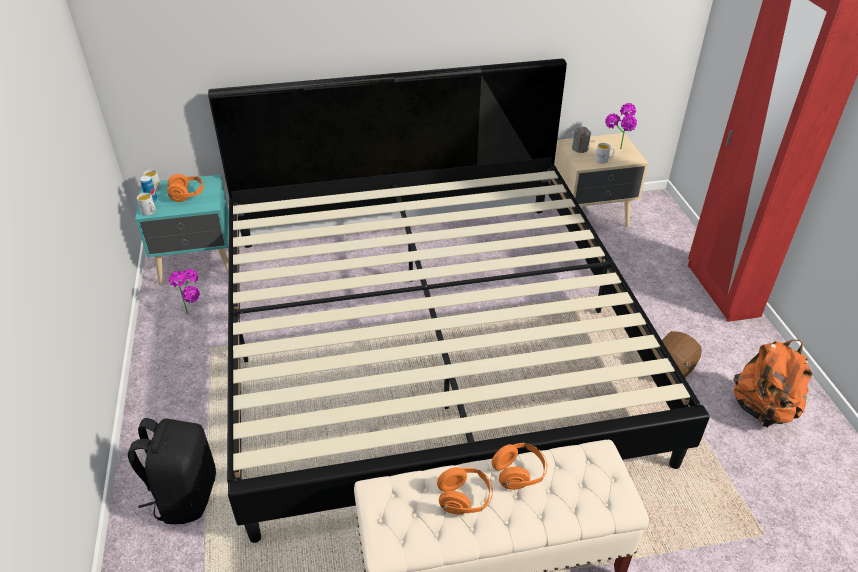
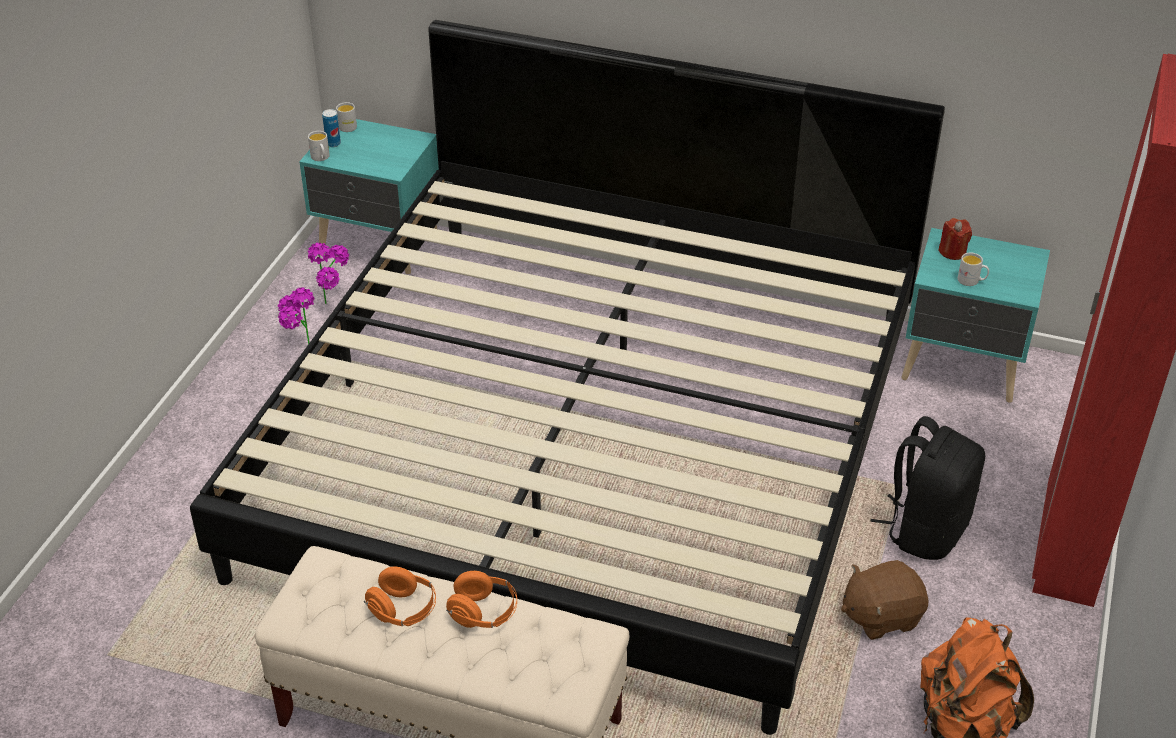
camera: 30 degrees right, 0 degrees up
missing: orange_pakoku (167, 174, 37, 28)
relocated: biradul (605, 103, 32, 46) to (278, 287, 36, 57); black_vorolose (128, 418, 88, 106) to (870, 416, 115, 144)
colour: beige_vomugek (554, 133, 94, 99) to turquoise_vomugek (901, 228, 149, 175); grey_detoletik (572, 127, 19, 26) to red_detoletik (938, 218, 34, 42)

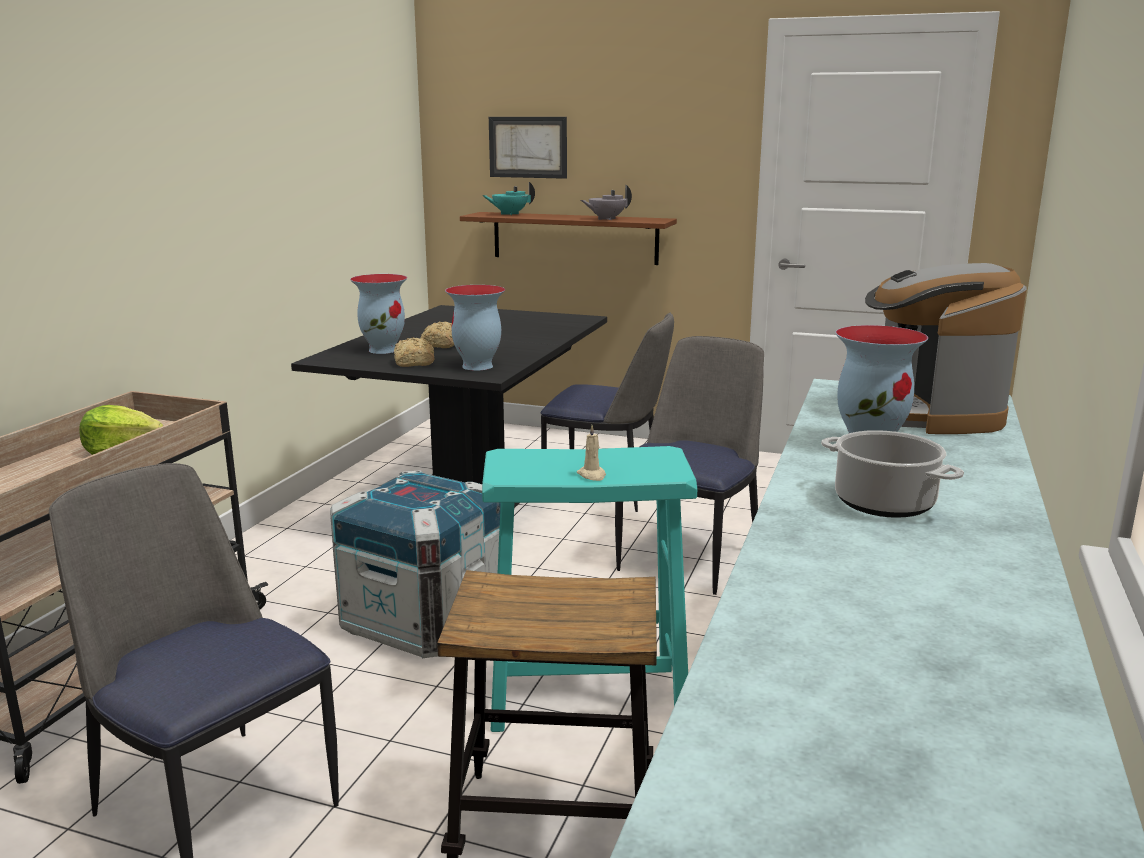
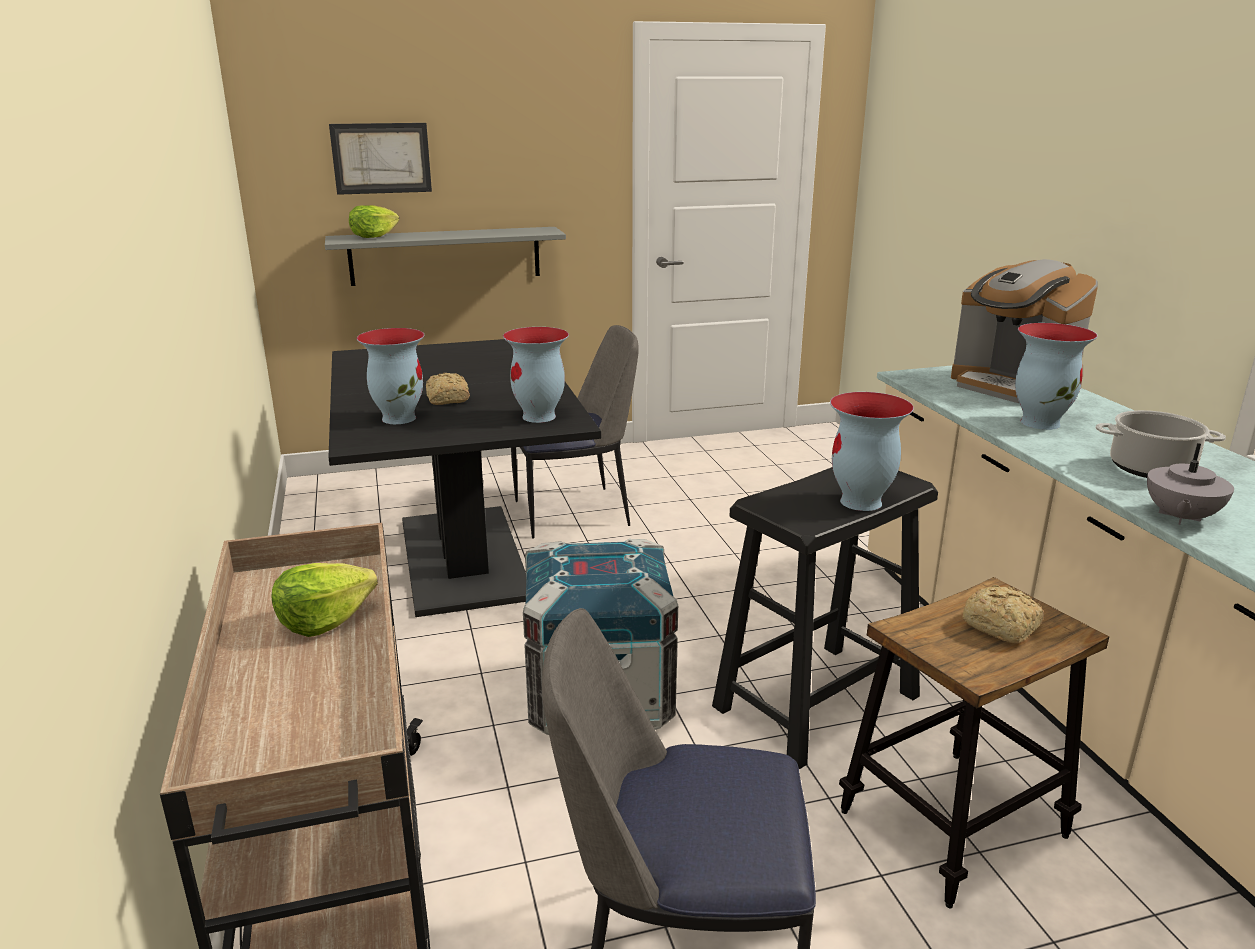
camera: 35 degrees left, 5 degrees up
missing: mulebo (615, 336, 149, 259)
relocated: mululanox (394, 337, 40, 30) to (962, 585, 82, 58); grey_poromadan (581, 185, 51, 35) to (1147, 443, 87, 82)
exchanged: turquoise_poromadan (482, 182, 53, 33) to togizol (349, 205, 50, 33); beige_detoletik (577, 425, 29, 56) to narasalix (830, 392, 84, 119)
colour: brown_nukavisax (460, 212, 217, 53) to grey_nukavisax (325, 227, 241, 59); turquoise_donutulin (482, 446, 215, 286) to black_donutulin (712, 467, 226, 302)

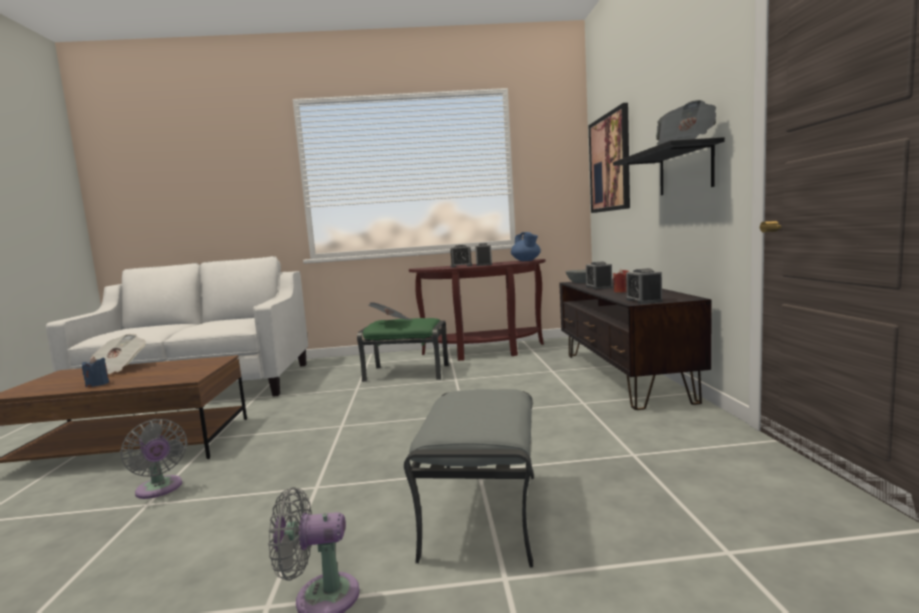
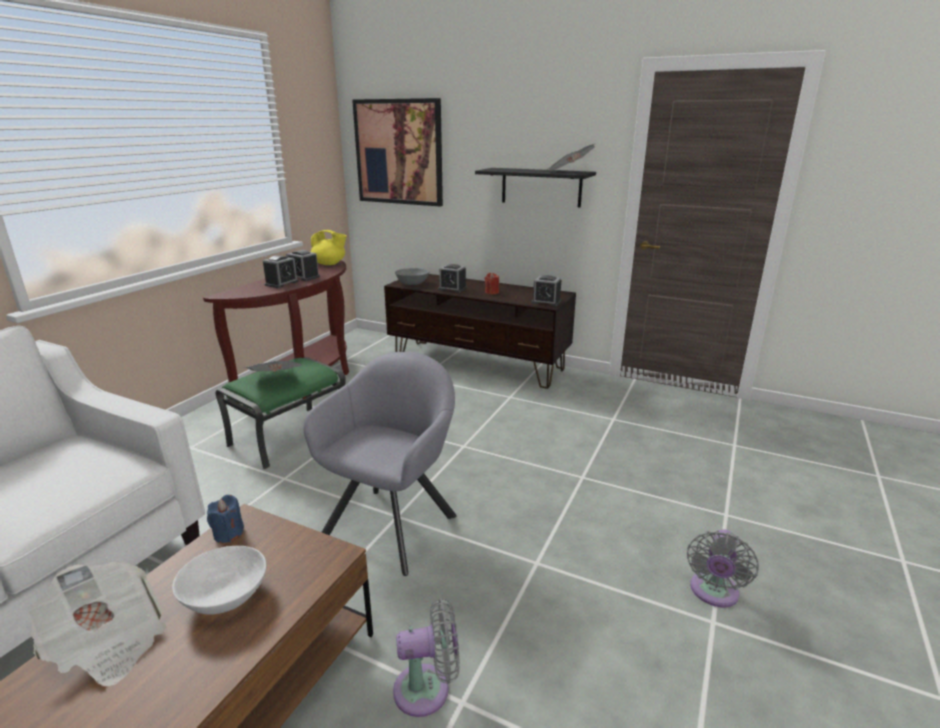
camera: 60 degrees left, 15 degrees up
missing: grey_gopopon (404, 389, 130, 179)
appeared: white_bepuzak (172, 546, 94, 69); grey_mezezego (303, 352, 153, 224)
relocated: blue_detoletik (82, 357, 27, 30) to (207, 495, 37, 48)
colour: blue_poromadan (511, 232, 30, 29) to yellow_poromadan (311, 230, 36, 35)

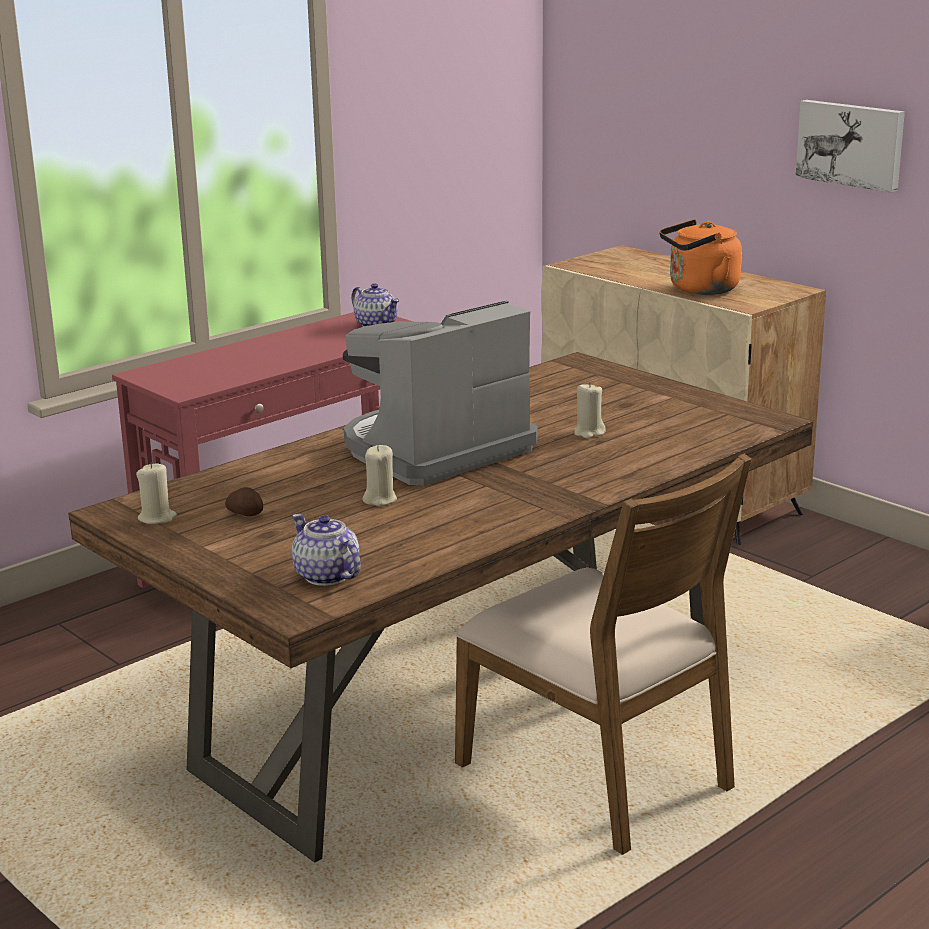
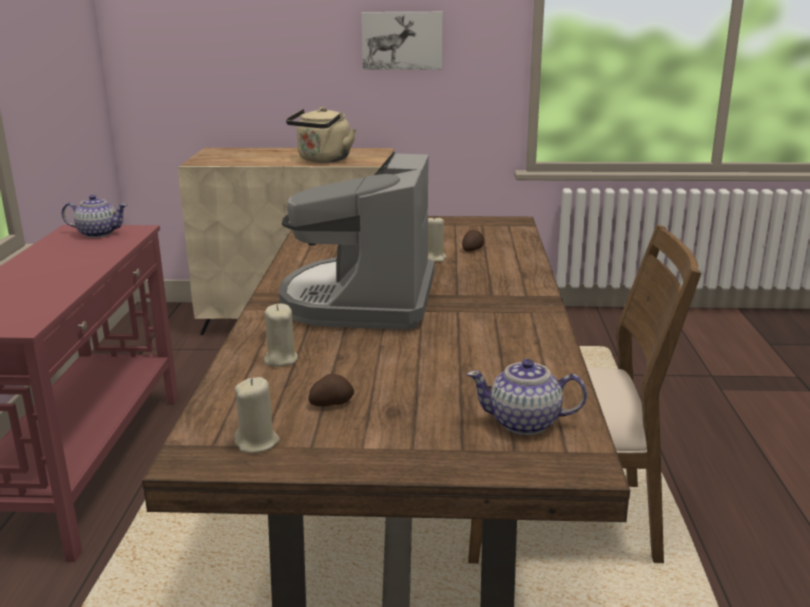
camera: 45 degrees left, 0 degrees up
appeared: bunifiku (462, 230, 22, 22)
relocated: beige_detoletik (362, 445, 35, 61) to (264, 304, 34, 63)
colour: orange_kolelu (659, 219, 83, 76) to beige_kolelu (286, 107, 70, 56)

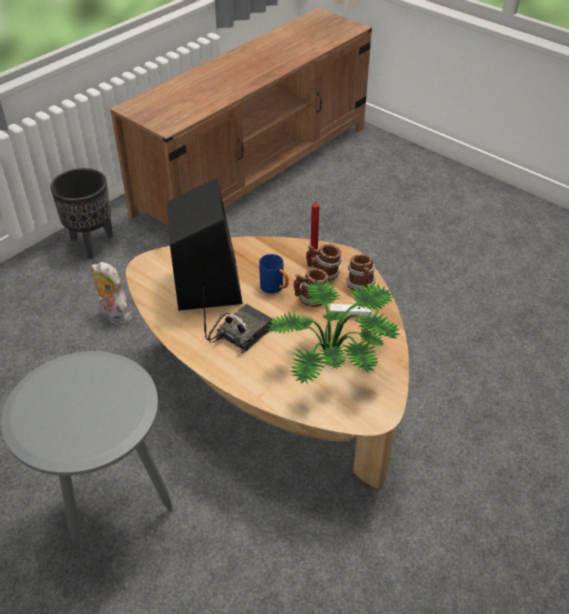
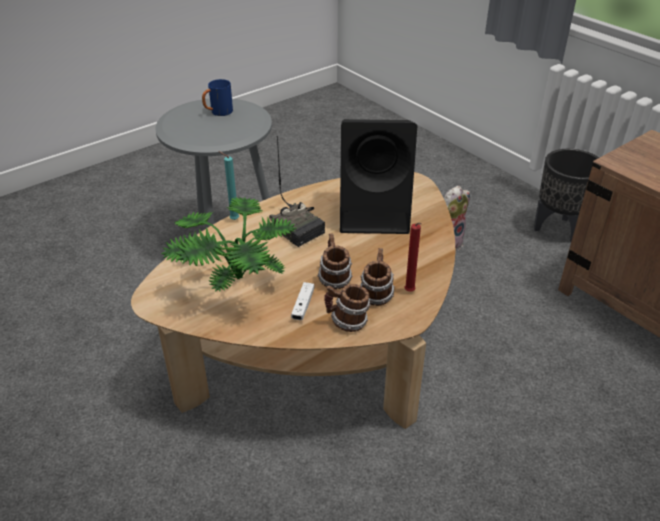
camera: 100 degrees right, 5 degrees down
appeared: turquoise_detoletik (218, 151, 21, 69)
relocated: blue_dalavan (259, 254, 30, 40) to (202, 79, 31, 37)

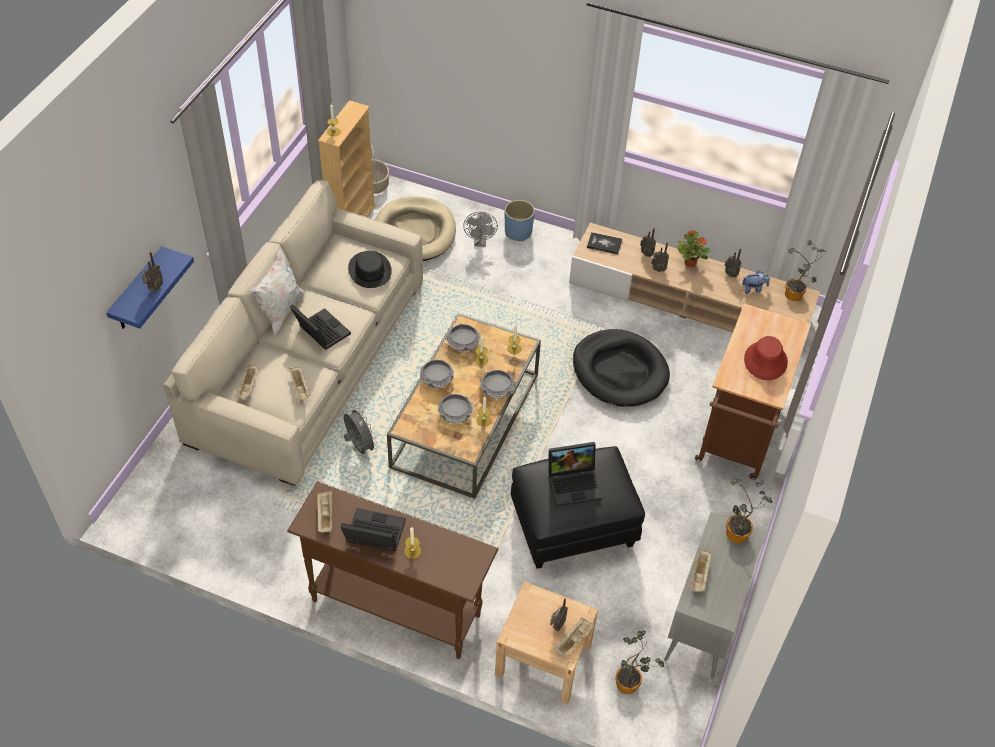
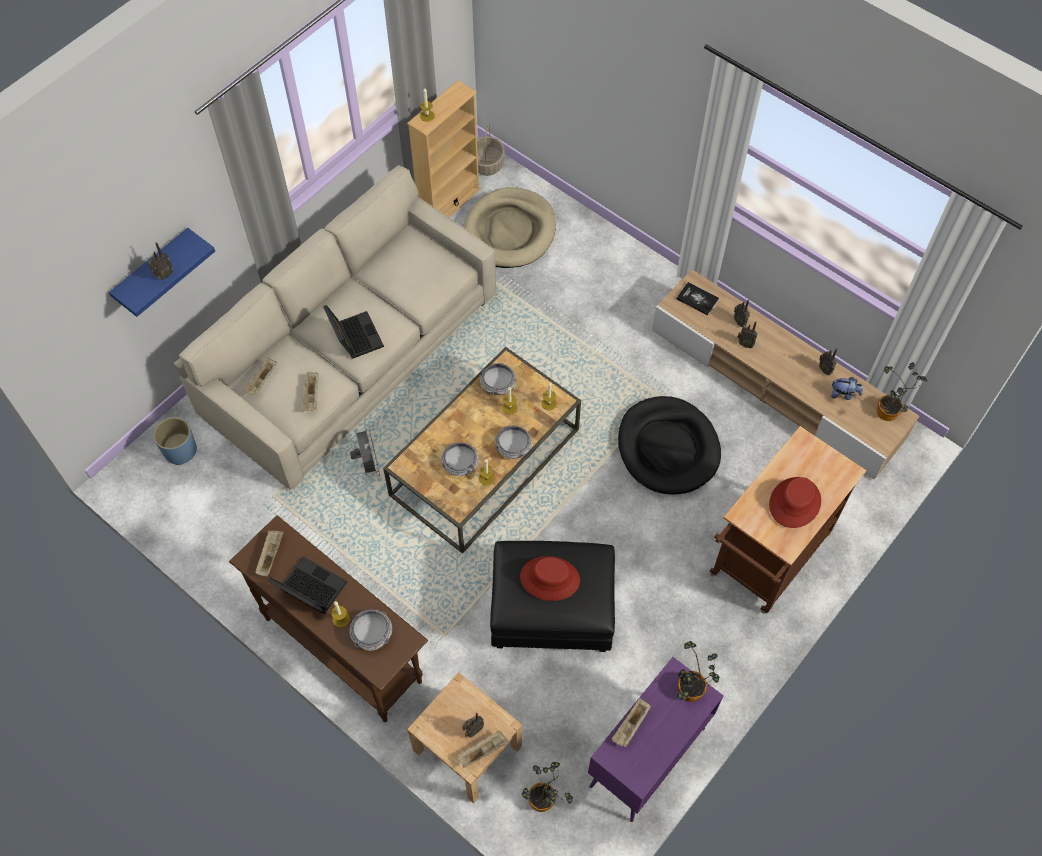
camera: 20 degrees right, 10 degrees up
missing: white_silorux (250, 247, 55, 89); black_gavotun (348, 251, 44, 37); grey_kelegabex (463, 212, 35, 35); biradul (677, 230, 34, 37)
relocated: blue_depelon (505, 200, 30, 41) to (153, 417, 44, 48); bepuzak (420, 360, 34, 28) to (350, 610, 42, 41)
exchanged: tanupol (548, 442, 54, 65) to red_gavotun (520, 556, 60, 45)
colour: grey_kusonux (664, 512, 102, 167) to purple_kusonux (588, 657, 135, 165)

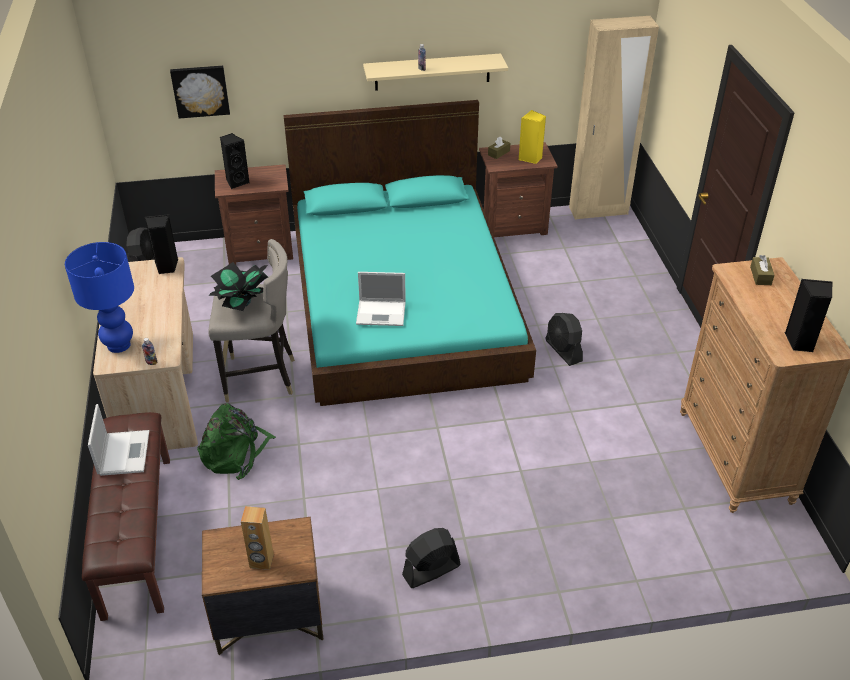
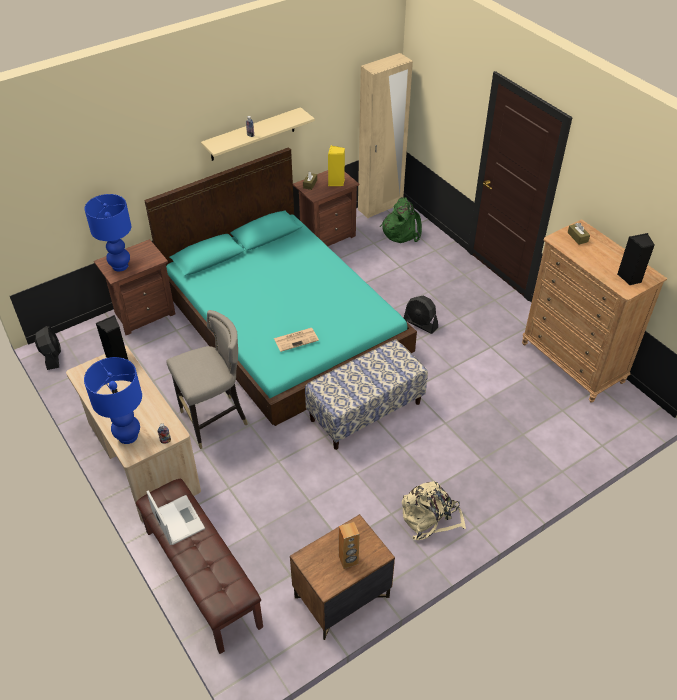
camera: 25 degrees left, 5 degrees up
missing: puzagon (170, 66, 60, 53); biradul (208, 262, 60, 49)
appeared: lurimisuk (305, 339, 123, 111)
relocated: green_vorolose (197, 403, 79, 77) to (380, 197, 42, 46)
exchanged: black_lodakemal (220, 133, 30, 56) to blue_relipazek (84, 194, 47, 77); tanupol (356, 272, 50, 54) to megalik (274, 328, 45, 24); black_kelegabex (402, 528, 59, 60) to beige_vorolose (402, 481, 64, 59)

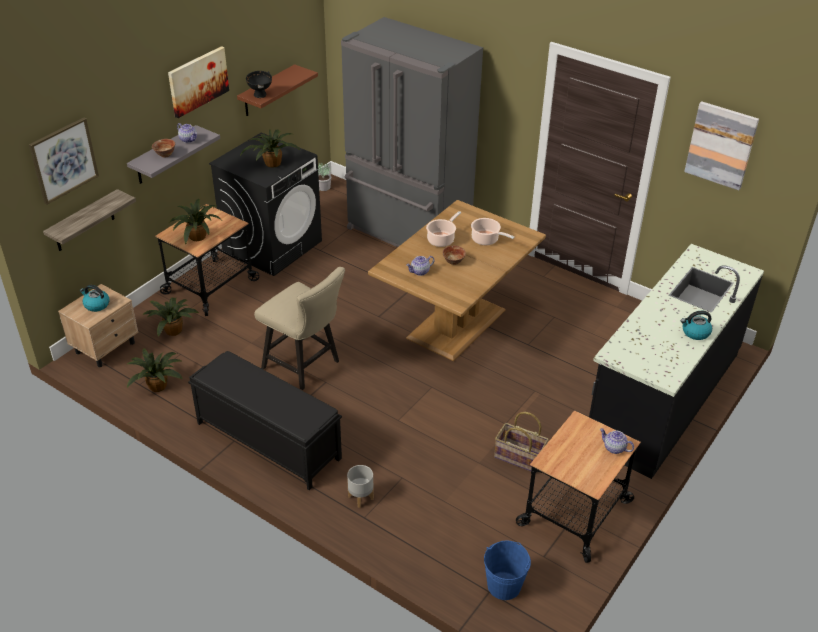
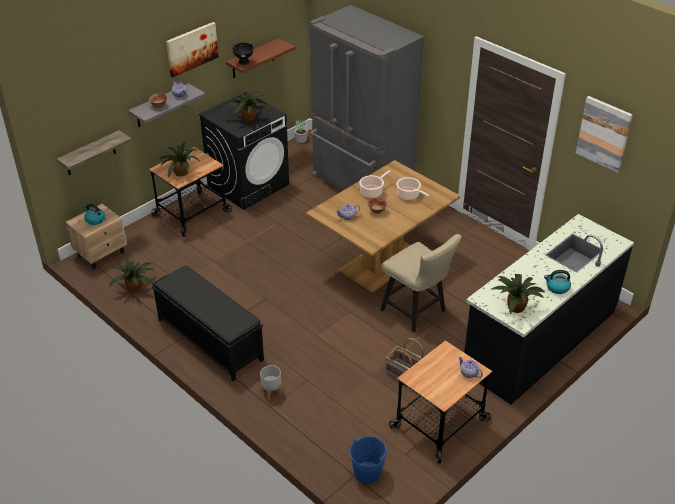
camera: 10 degrees right, 0 degrees up
missing: puzagon (29, 117, 70, 88)
relocated: beige_mulebo (254, 267, 91, 123) to (380, 234, 82, 98); biradul (143, 297, 56, 40) to (492, 274, 53, 40)

